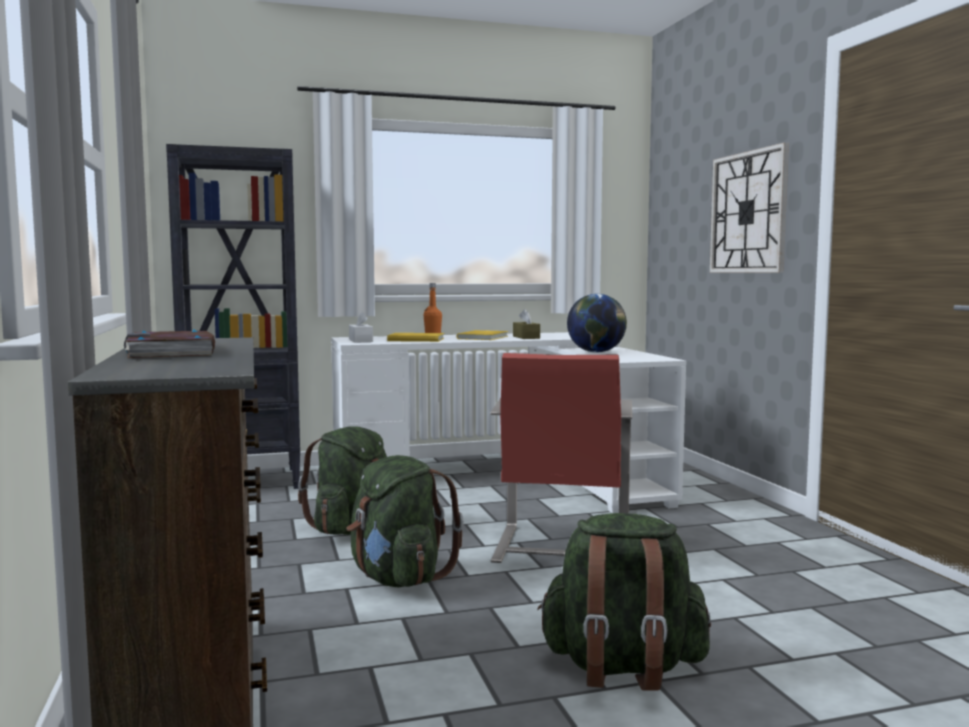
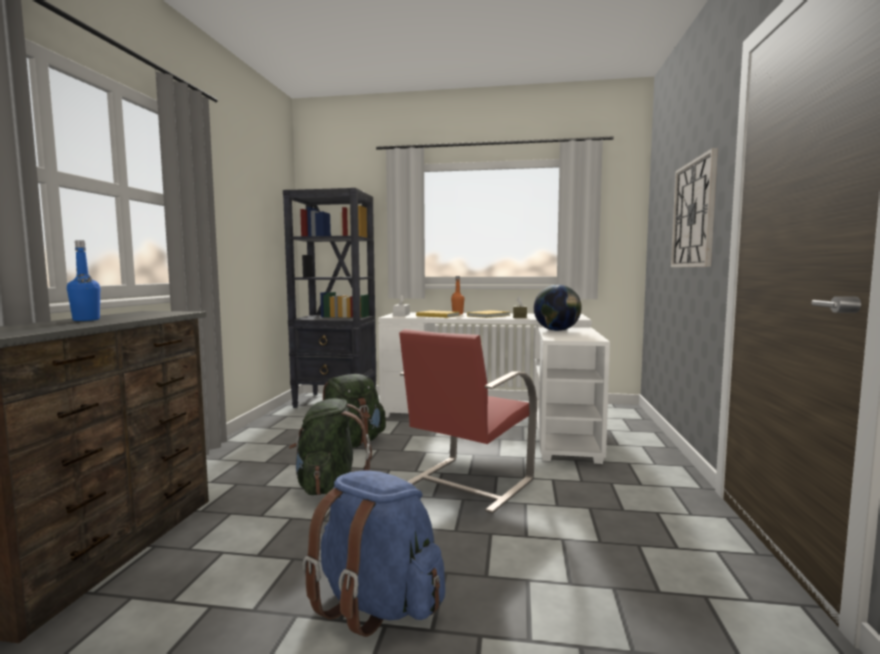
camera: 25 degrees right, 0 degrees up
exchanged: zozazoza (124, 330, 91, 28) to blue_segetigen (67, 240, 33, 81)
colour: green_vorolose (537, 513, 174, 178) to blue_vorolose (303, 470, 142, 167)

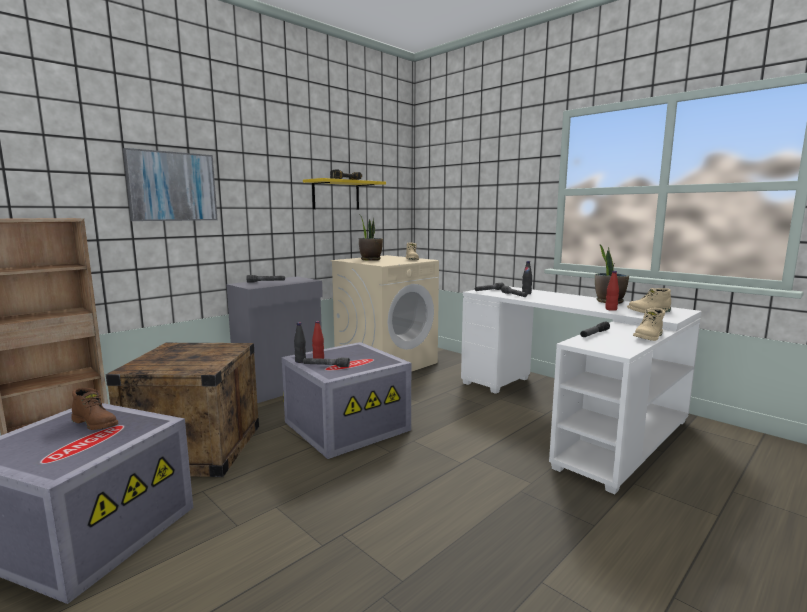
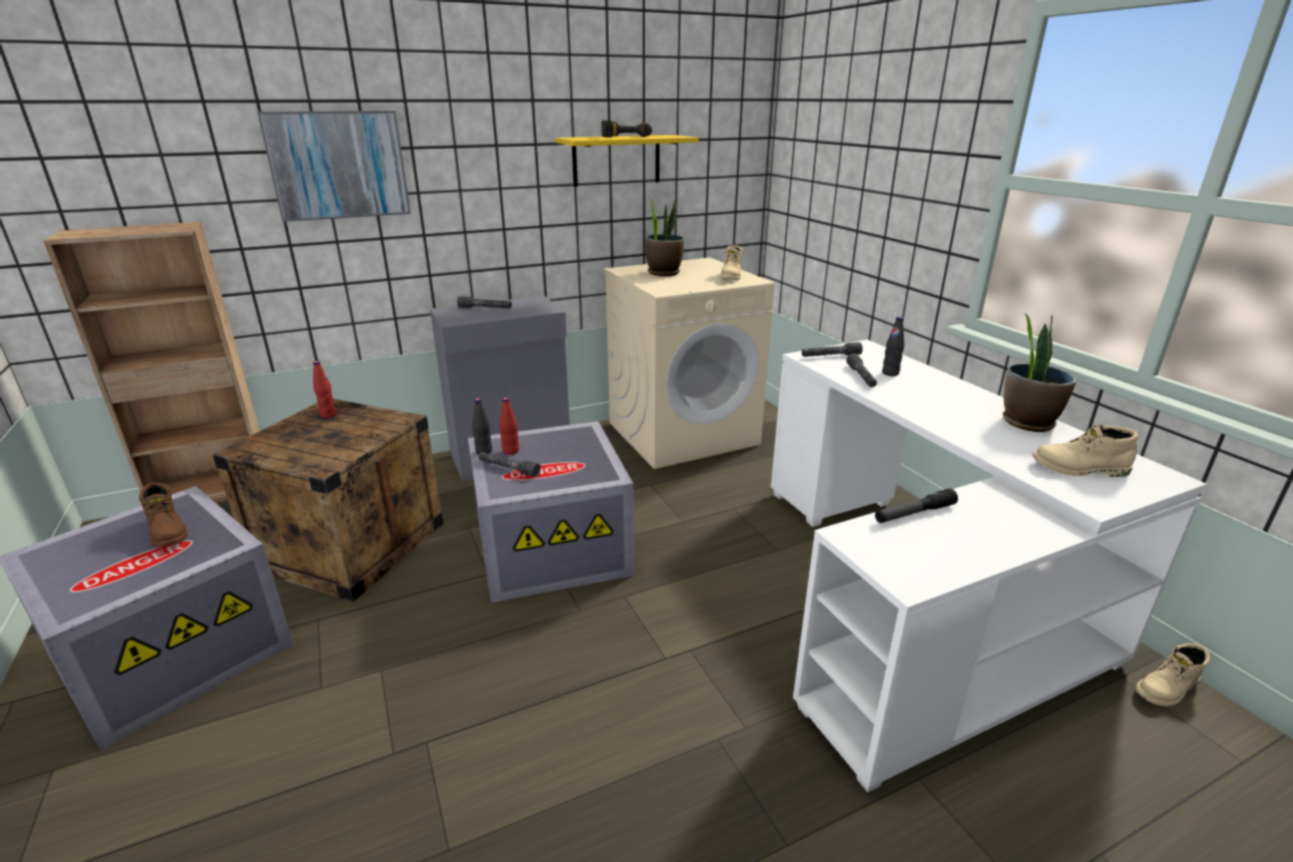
camera: 20 degrees right, 15 degrees up
relocated: red_segetigen (605, 271, 14, 40) to (313, 361, 24, 57); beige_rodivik (633, 308, 32, 33) to (1135, 643, 75, 63)

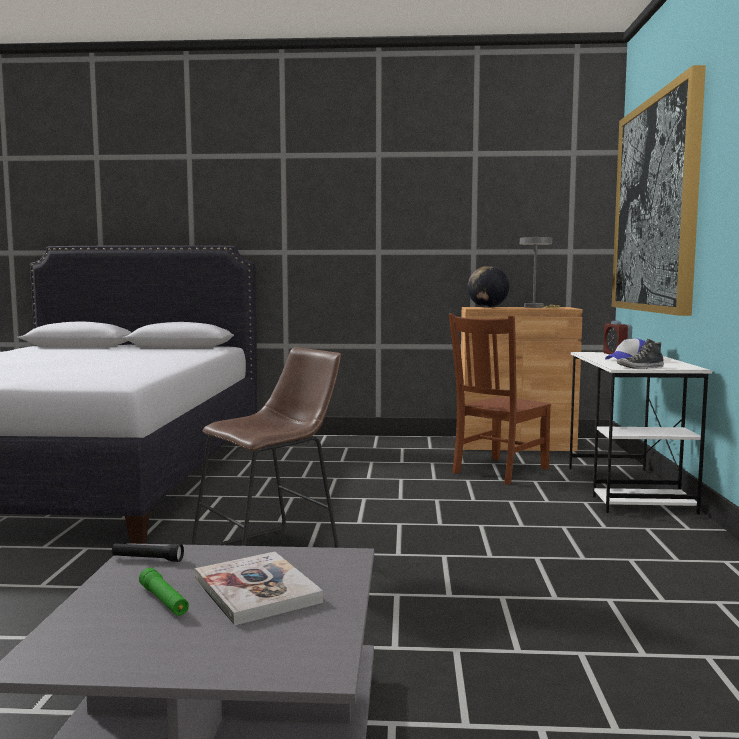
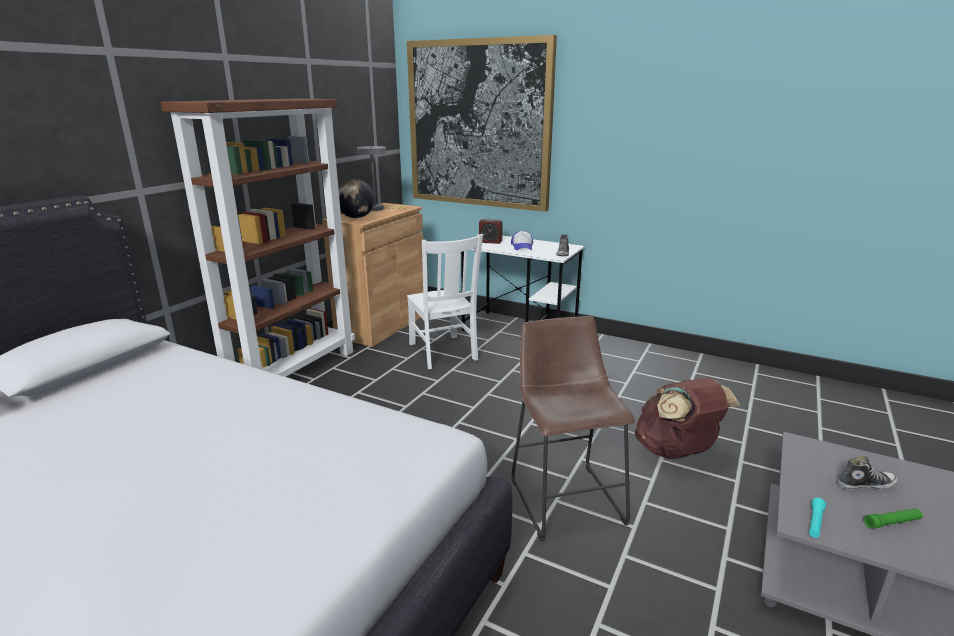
camera: 65 degrees left, 15 degrees up
appeared: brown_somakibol (160, 99, 195, 278); brown_vorolose (635, 378, 105, 81)
exchanged: zozazoza (195, 552, 128, 74) to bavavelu (837, 455, 61, 35)
colour: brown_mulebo (449, 313, 102, 172) to white_mulebo (407, 234, 76, 135); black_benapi (112, 543, 72, 19) to turquoise_benapi (809, 498, 17, 40)

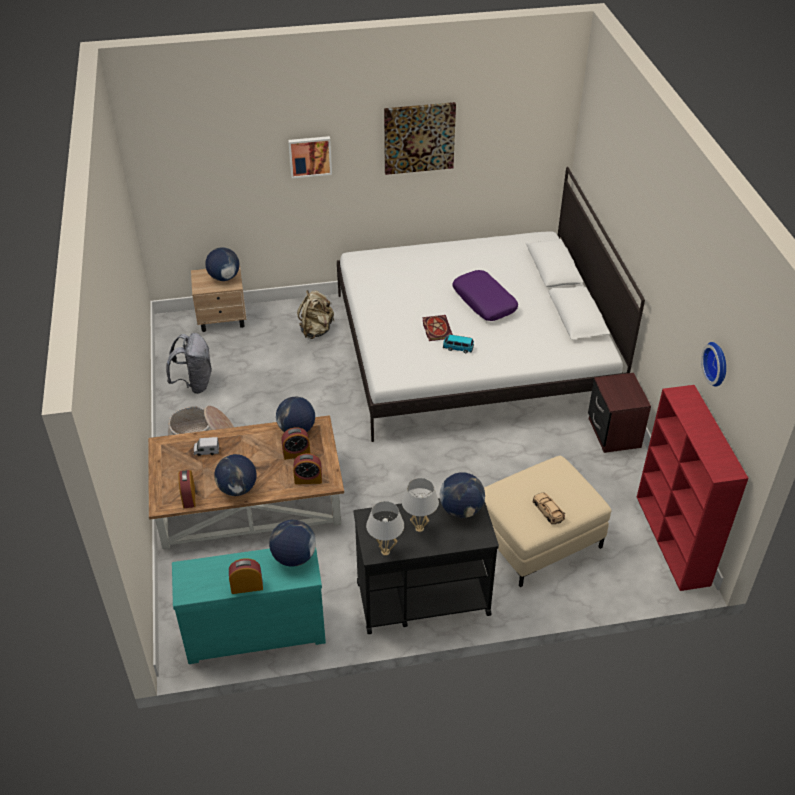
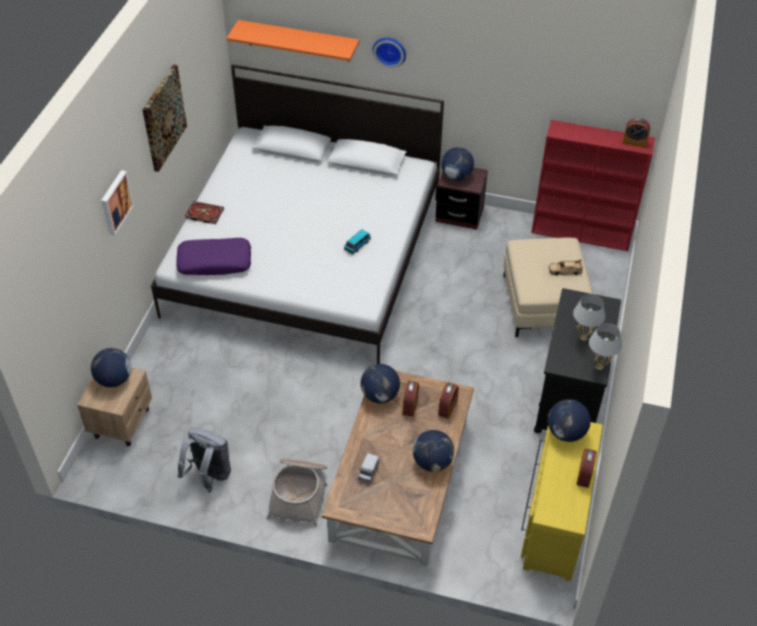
camera: 65 degrees left, 5 degrees up
missing: beige_vorolose (297, 290, 37, 49)
appeared: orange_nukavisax (226, 20, 133, 42)
relocated: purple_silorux (452, 270, 66, 51) to (176, 238, 75, 37); zozazoza (422, 315, 31, 26) to (185, 201, 39, 23); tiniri (701, 342, 25, 45) to (373, 37, 33, 31); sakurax (440, 472, 45, 46) to (441, 147, 33, 34); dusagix (178, 470, 17, 38) to (622, 118, 28, 30)
colour: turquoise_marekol (172, 548, 154, 116) to yellow_marekol (521, 422, 82, 159)

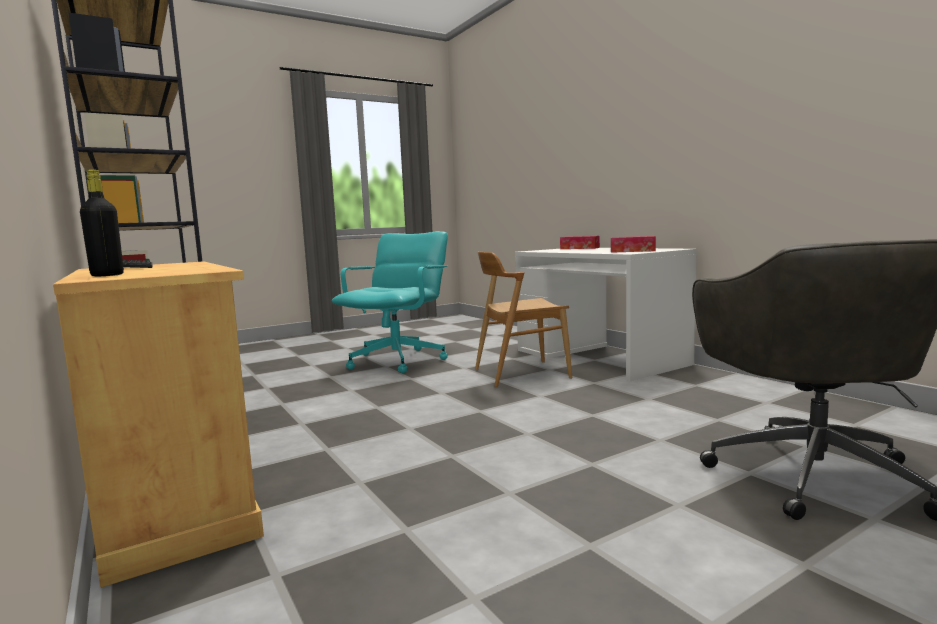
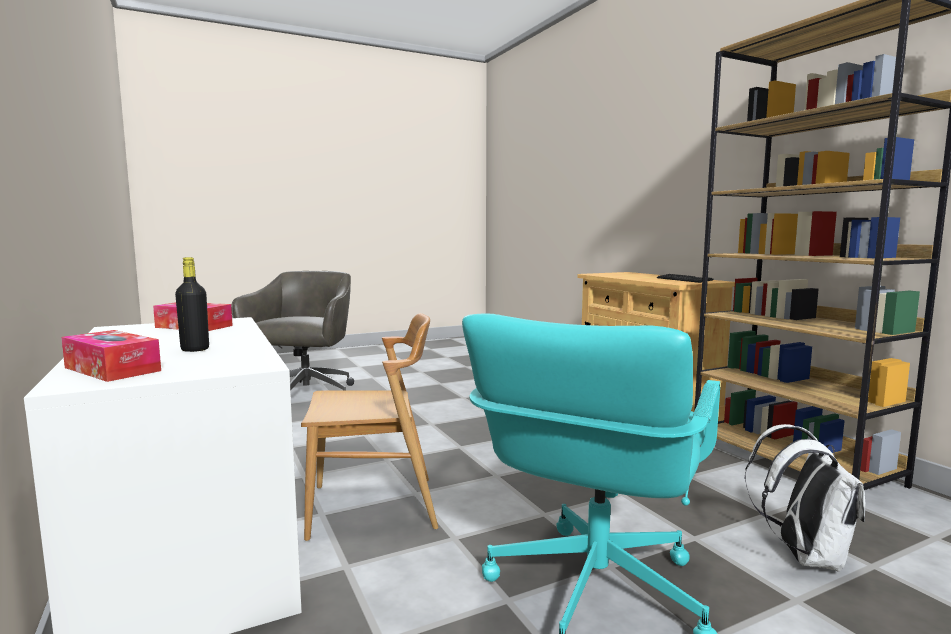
camera: 175 degrees left, 0 degrees up
appeared: white_vorolose (744, 424, 121, 148)
relocated: black_segetigen (80, 170, 44, 106) to (175, 257, 34, 95)

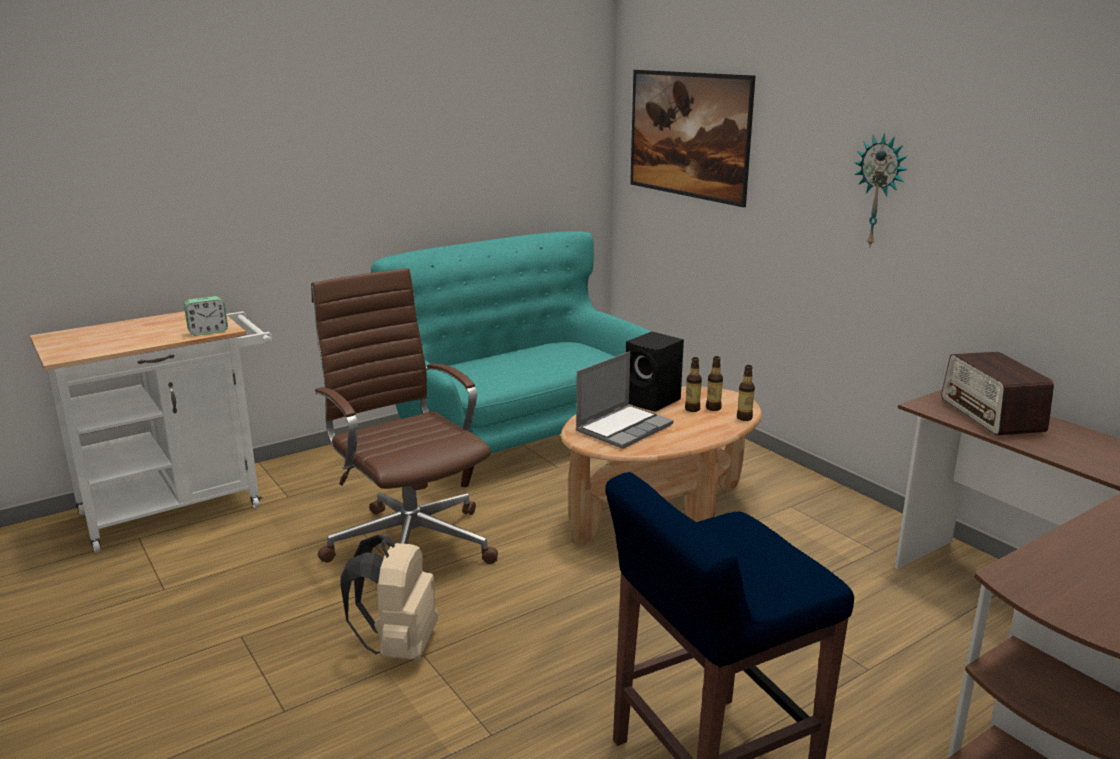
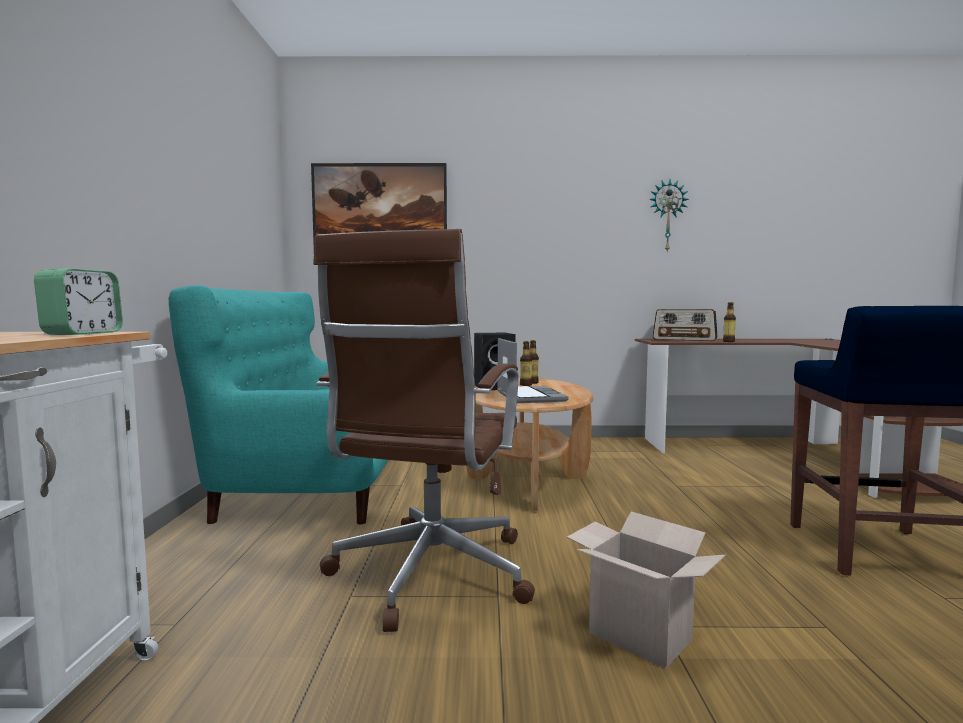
camera: 55 degrees left, 15 degrees down
relocated: tiniri (854, 133, 53, 115) to (649, 179, 40, 73); segetigen (737, 365, 18, 56) to (723, 302, 13, 40)
exchanged: beige_vorolose (340, 534, 98, 126) to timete (567, 511, 159, 158)
spun: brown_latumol (311, 268, 187, 296) = (313, 229, 222, 403) 75 degrees counterclockwise

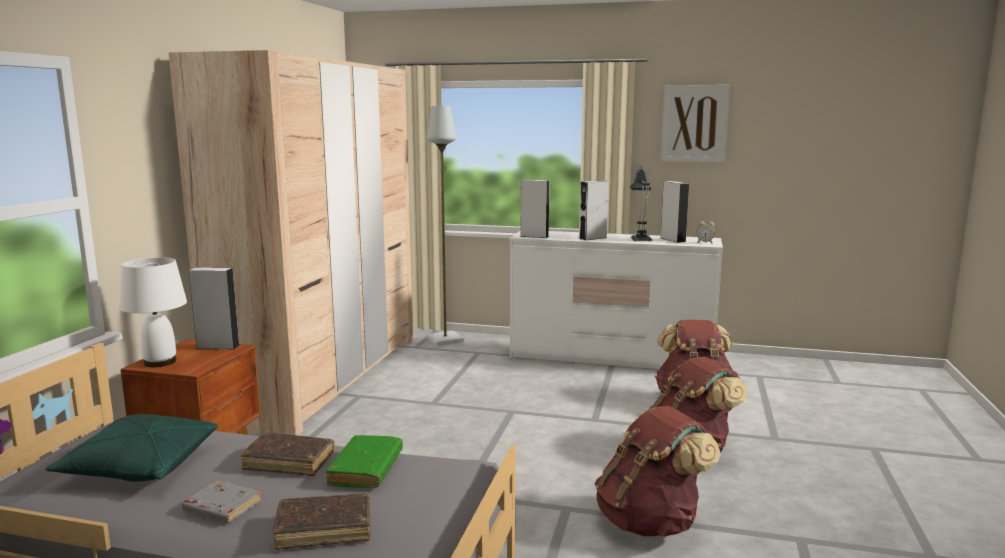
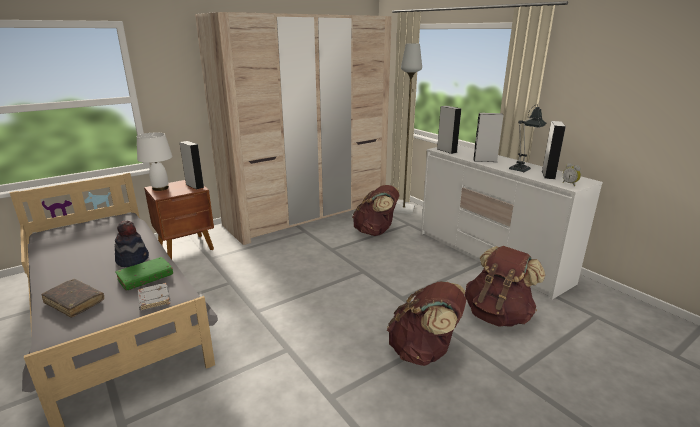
camera: 40 degrees right, 10 degrees up
missing: green_silorux (46, 414, 172, 68); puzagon (661, 85, 69, 77)
relocated: grey_zozazoza (182, 480, 80, 43) to (138, 283, 32, 28); brown_vorolose (595, 406, 126, 131) to (352, 185, 48, 51)
exchanged: brown_zozazoza (241, 432, 93, 44) to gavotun (115, 220, 34, 47)

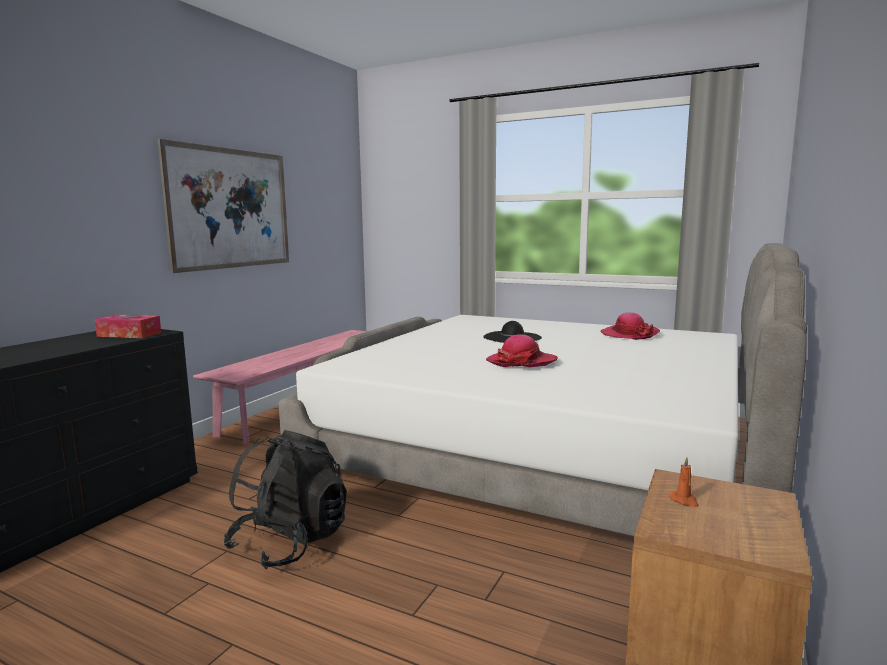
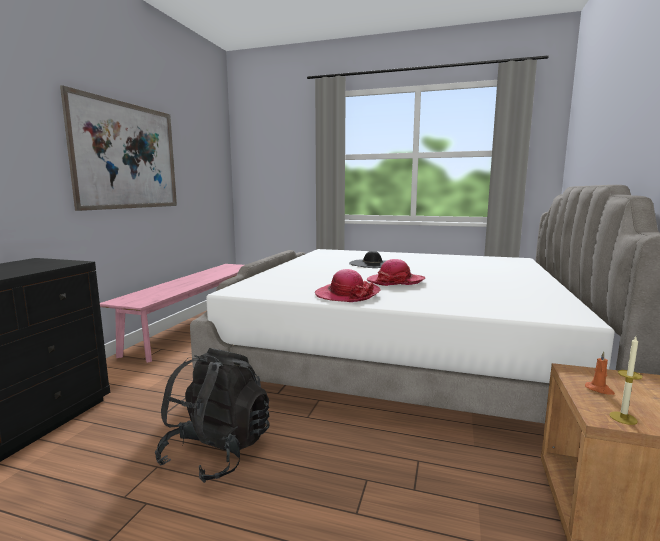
camera: 10 degrees left, 0 degrees up
missing: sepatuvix (95, 315, 66, 23)
appeared: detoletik (609, 337, 34, 88)
relocated: gavotun (600, 312, 60, 28) to (315, 269, 66, 33)

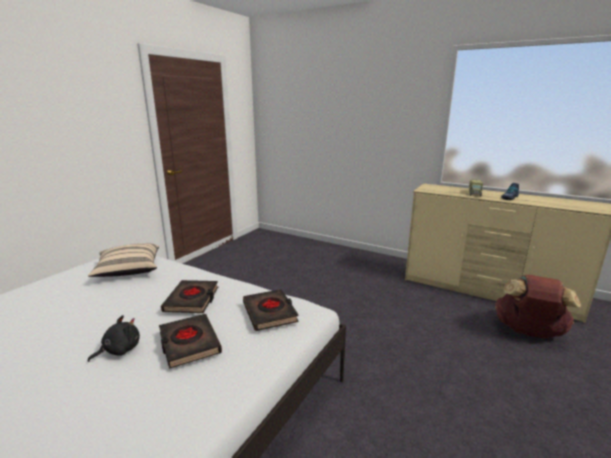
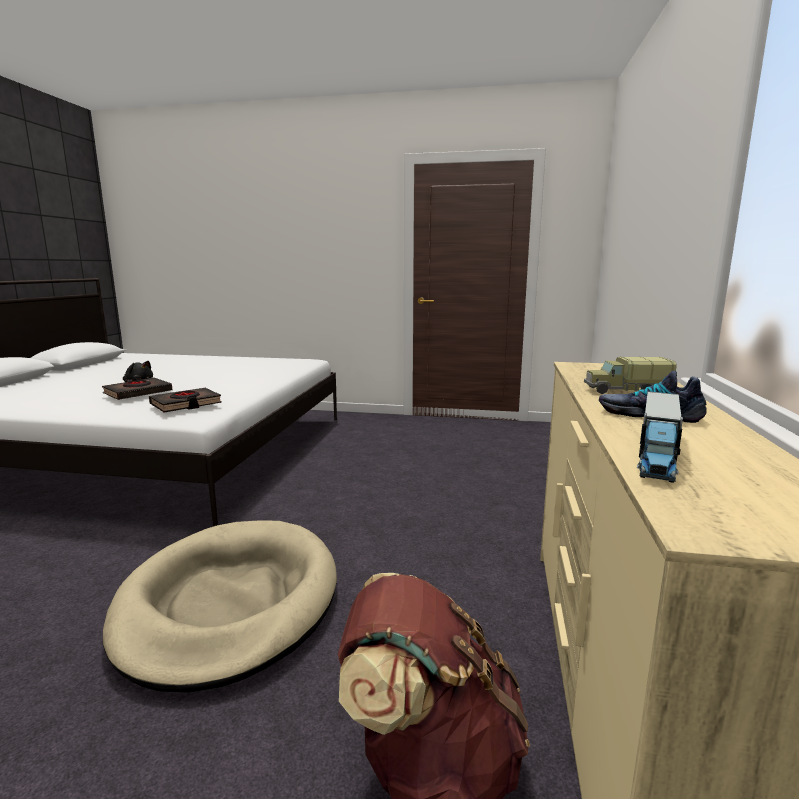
camera: 70 degrees right, 5 degrees down
missing: beige_silorux (88, 243, 71, 34); black_zozazoza (161, 280, 57, 33)
appeared: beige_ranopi (103, 520, 234, 172); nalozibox (637, 391, 46, 92)

